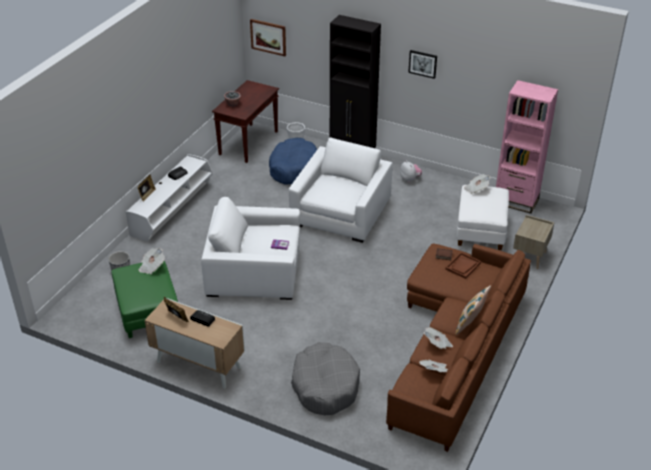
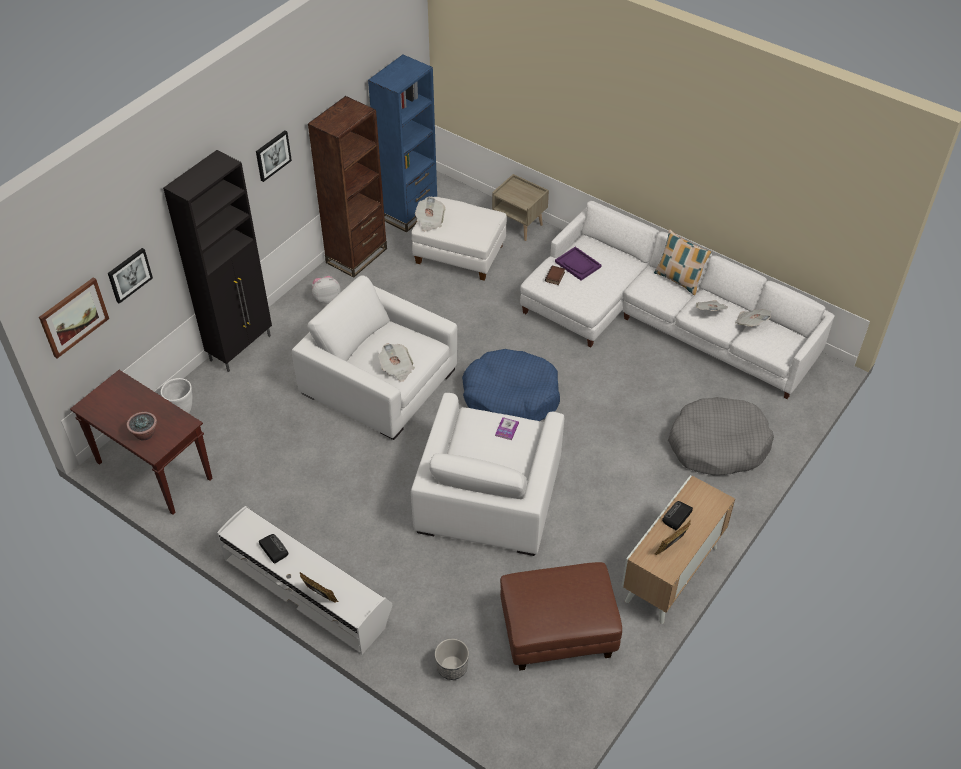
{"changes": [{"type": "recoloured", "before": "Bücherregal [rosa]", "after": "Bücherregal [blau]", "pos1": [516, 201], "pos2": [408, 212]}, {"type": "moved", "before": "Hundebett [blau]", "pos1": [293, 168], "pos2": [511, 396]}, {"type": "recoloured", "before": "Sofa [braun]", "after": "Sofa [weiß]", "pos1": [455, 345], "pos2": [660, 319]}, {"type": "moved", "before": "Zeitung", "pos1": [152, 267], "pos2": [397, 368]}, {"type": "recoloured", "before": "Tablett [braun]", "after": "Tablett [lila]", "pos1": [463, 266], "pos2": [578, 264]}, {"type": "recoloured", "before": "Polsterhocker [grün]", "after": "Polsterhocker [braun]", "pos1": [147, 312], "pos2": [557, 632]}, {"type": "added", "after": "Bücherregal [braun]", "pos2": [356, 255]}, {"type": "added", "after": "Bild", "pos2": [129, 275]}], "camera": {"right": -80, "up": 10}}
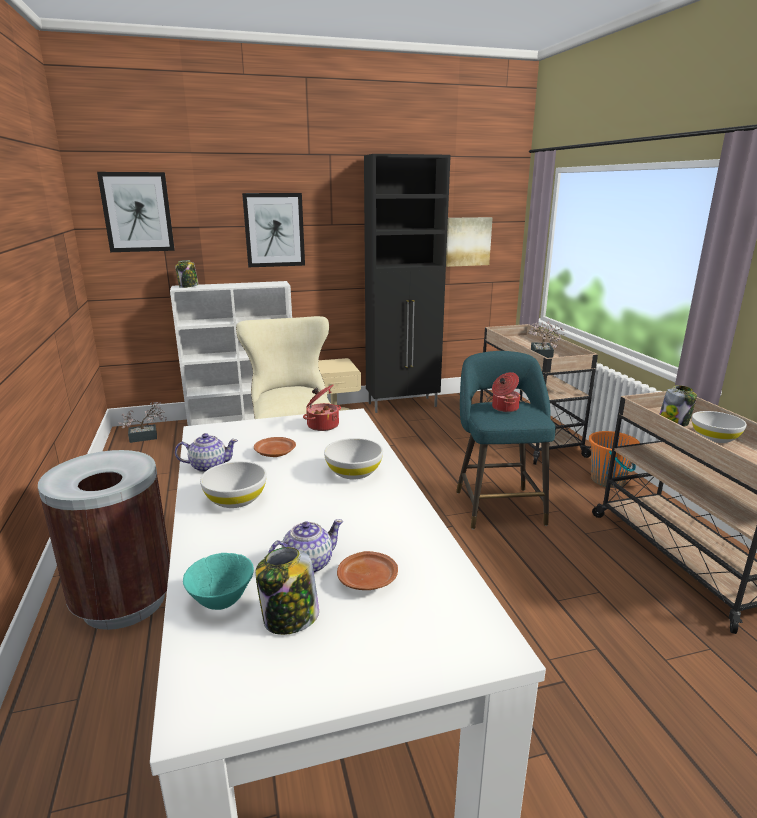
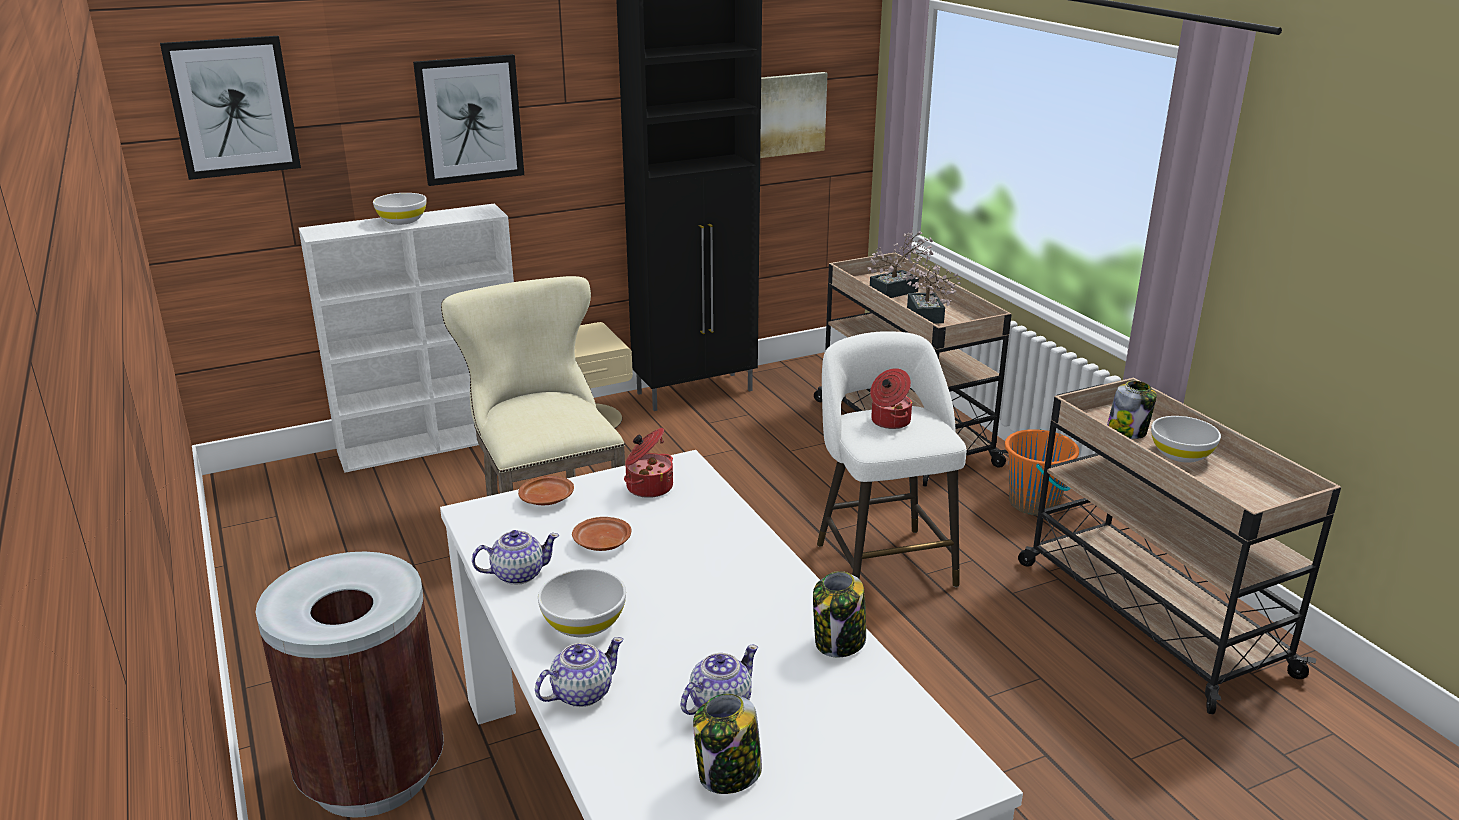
{"changes": [{"type": "moved", "before": "Vorratsglas", "pos1": [188, 286], "pos2": [839, 642]}, {"type": "recoloured", "before": "Hocker [türkis]", "after": "Hocker [weiß]", "pos1": [498, 505], "pos2": [882, 560]}, {"type": "moved", "before": "Topfpflanze", "pos1": [147, 437], "pos2": [898, 290]}, {"type": "moved", "before": "Schüssel [weiß]", "pos1": [353, 472], "pos2": [402, 220]}, {"type": "moved", "before": "Teller [braun]", "pos1": [368, 579], "pos2": [547, 499]}, {"type": "removed", "before": "Schüssel [türkis]", "pos1": [221, 602]}, {"type": "added", "after": "Teekanne", "pos2": [581, 693]}], "camera": {"right": -10, "up": 5}}
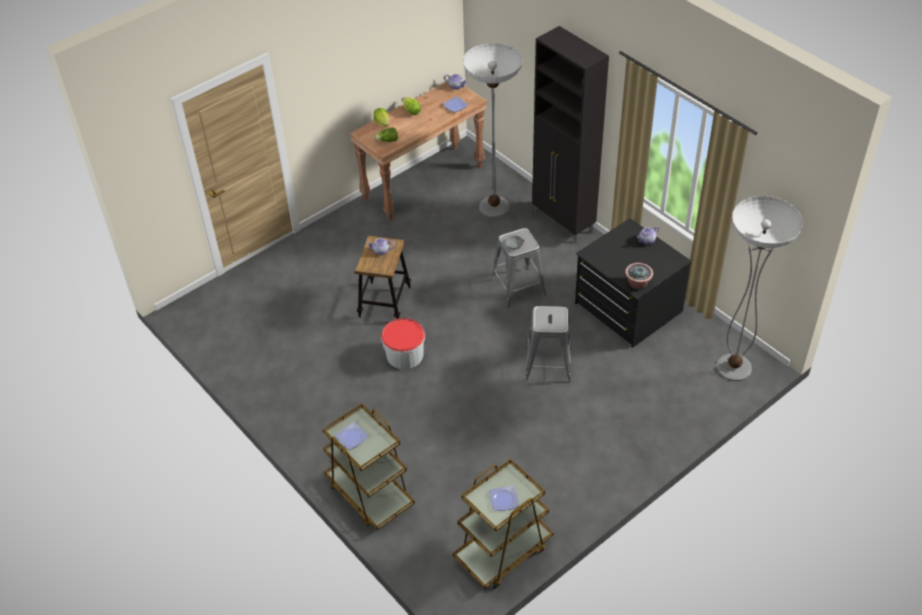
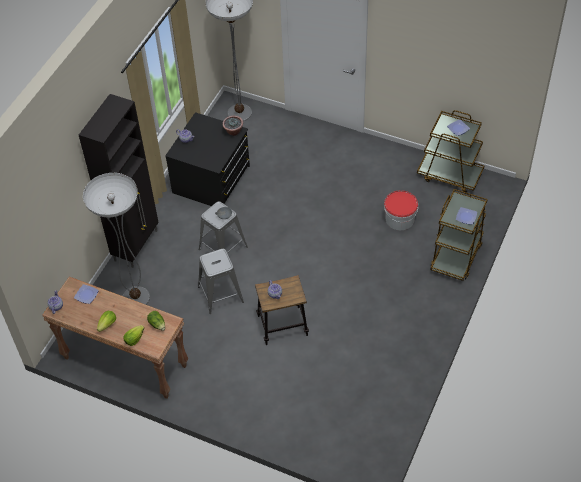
{"changes": [{"type": "moved", "before": "Hocker [grau]", "pos1": [548, 364], "pos2": [220, 294]}, {"type": "moved", "before": "Eimer", "pos1": [405, 355], "pos2": [399, 219]}], "camera": {"right": -115, "up": 5}}
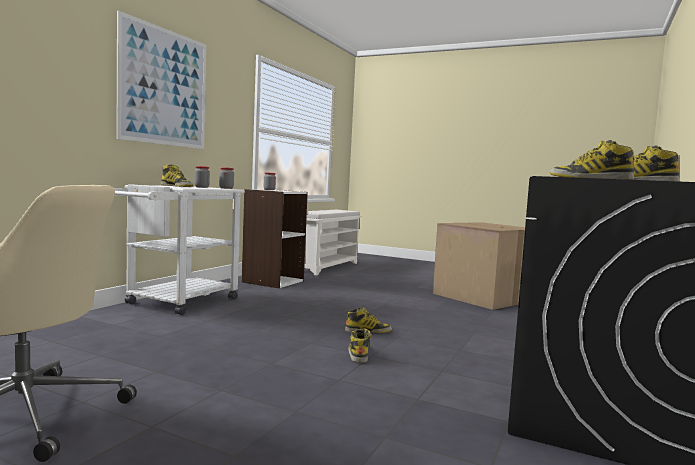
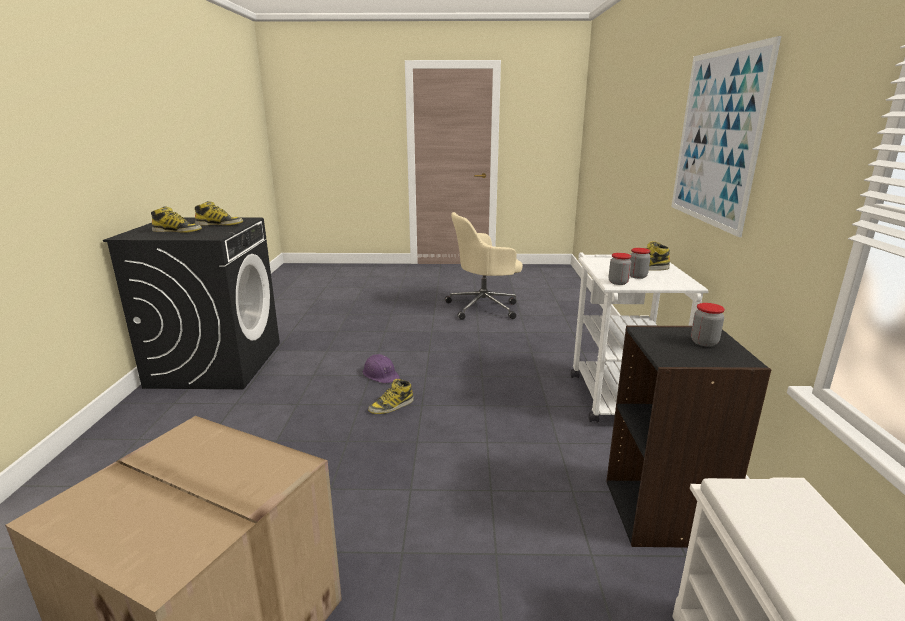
{"changes": [{"type": "recoloured", "before": "Bücherregal [weiß]", "after": "Bücherregal [schwarz]", "pos1": [272, 281], "pos2": [663, 512]}, {"type": "replaced", "before": "Stiefel", "after": "Schutzhelm [lila]", "pos1": [358, 354], "pos2": [381, 374]}], "camera": {"right": 155, "up": 15}}
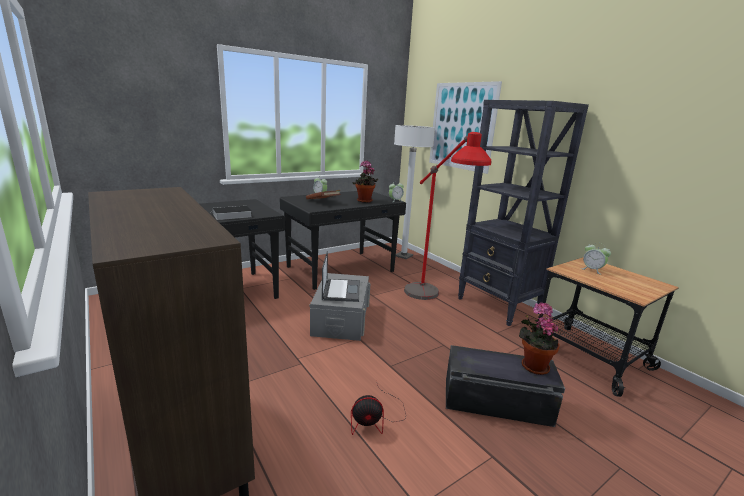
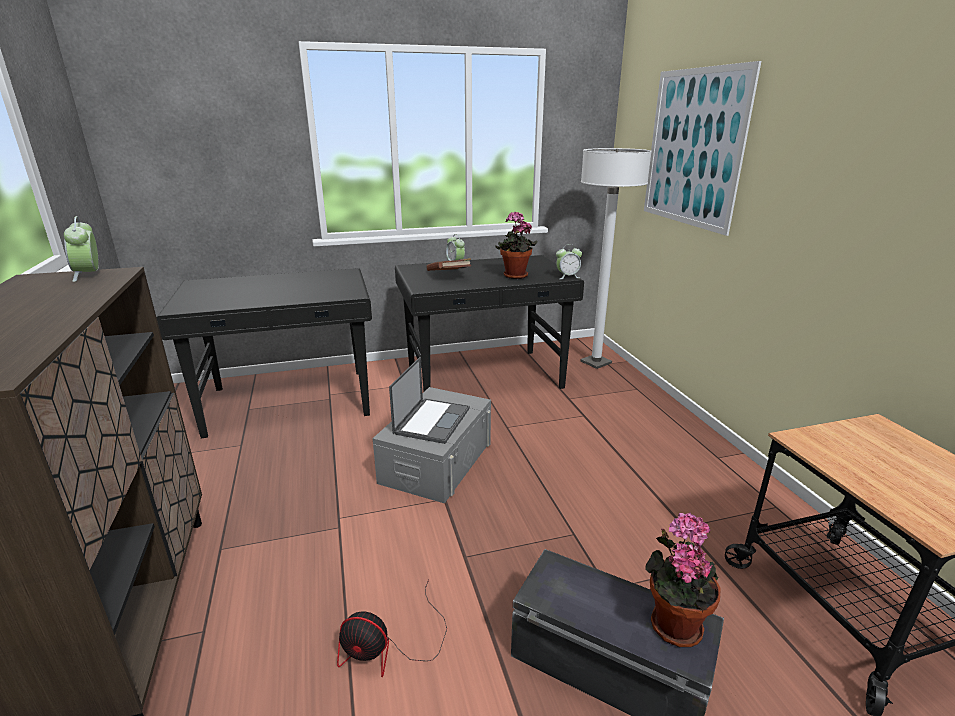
{"changes": [{"type": "removed", "before": "Bücherregal [schwarz]", "pos1": [498, 306]}, {"type": "removed", "before": "Stehlampe [rot]", "pos1": [431, 303]}, {"type": "removed", "before": "Buch", "pos1": [231, 215]}, {"type": "moved", "before": "Wecker", "pos1": [592, 270], "pos2": [89, 275]}], "camera": {"right": 20, "up": 5}}
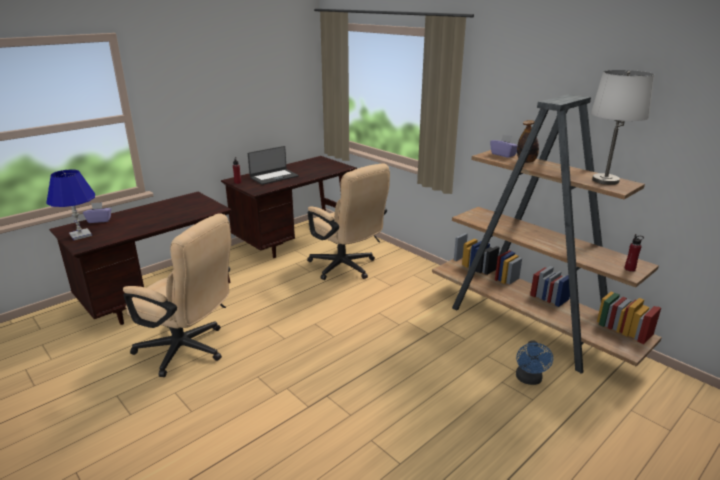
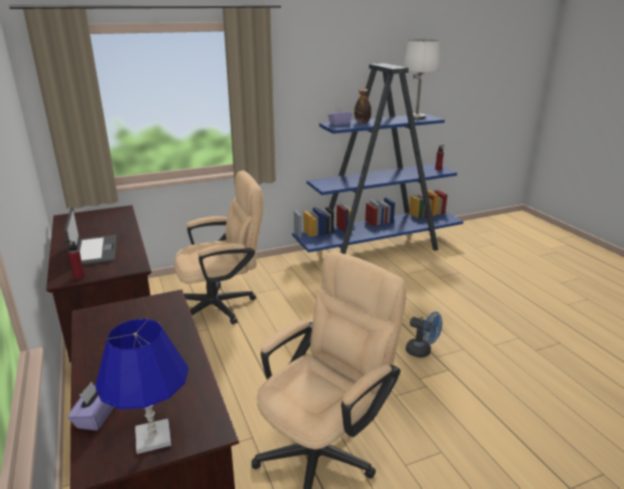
{"changes": [{"type": "recoloured", "before": "Bücherregal [braun]", "after": "Bücherregal [blau]", "pos1": [530, 326], "pos2": [378, 249]}, {"type": "moved", "before": "Ventilator [blau]", "pos1": [529, 380], "pos2": [422, 351]}], "camera": {"right": -70, "up": 0}}
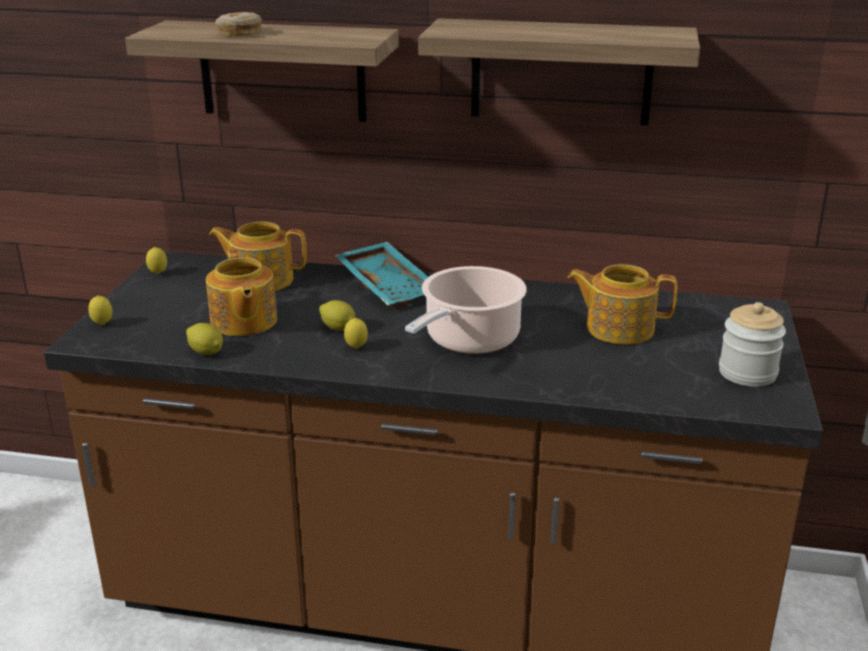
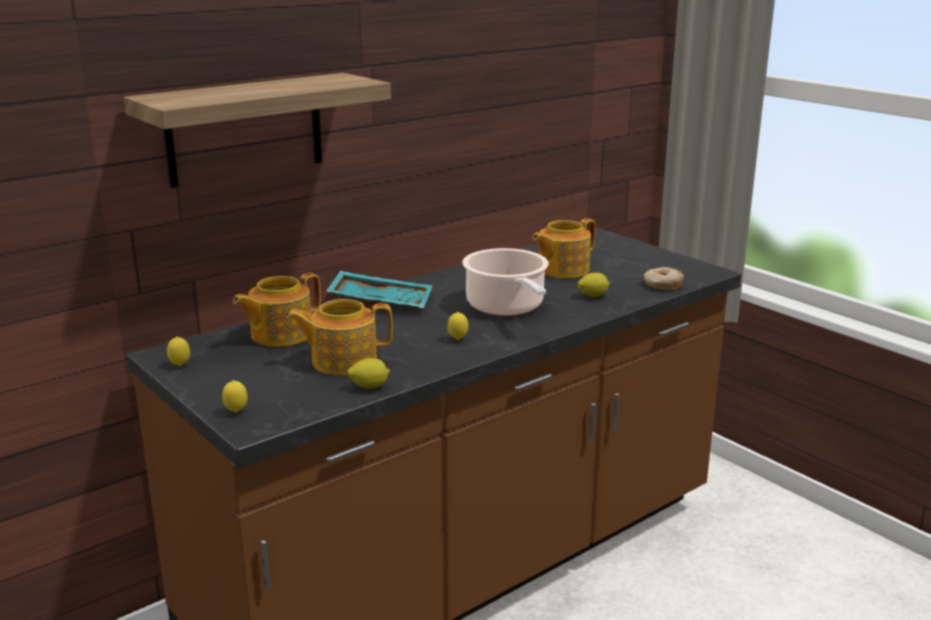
{"changes": [{"type": "moved", "before": "Donut", "pos1": [239, 33], "pos2": [662, 285]}, {"type": "removed", "before": "Wandregal", "pos1": [561, 72]}, {"type": "turned", "before": "Teekanne", "pos1": [243, 322], "pos2": [342, 361], "turn": 150}, {"type": "moved", "before": "Zitrone", "pos1": [338, 328], "pos2": [592, 296]}, {"type": "removed", "before": "Vorratsglas", "pos1": [747, 373]}], "camera": {"right": -50, "up": -5}}
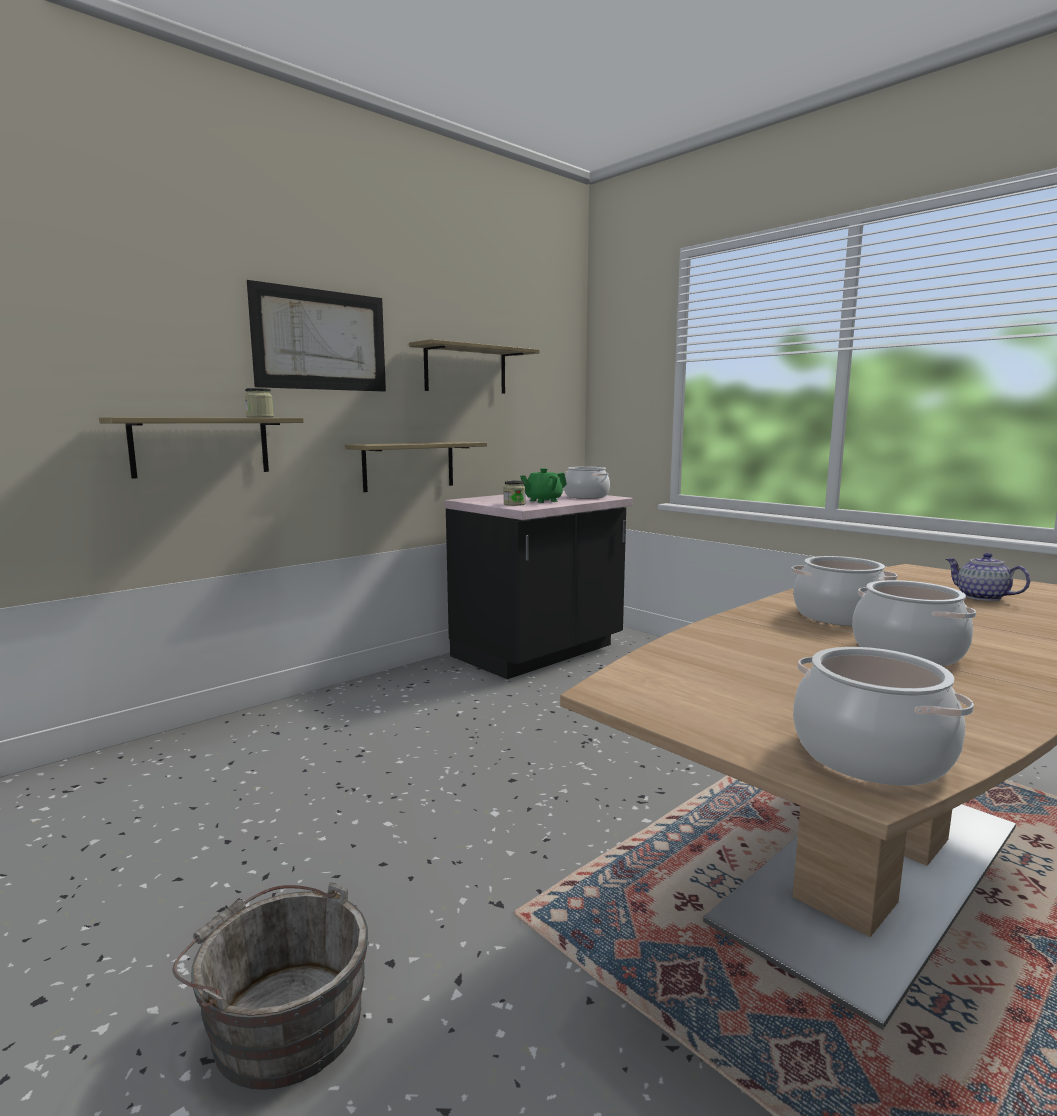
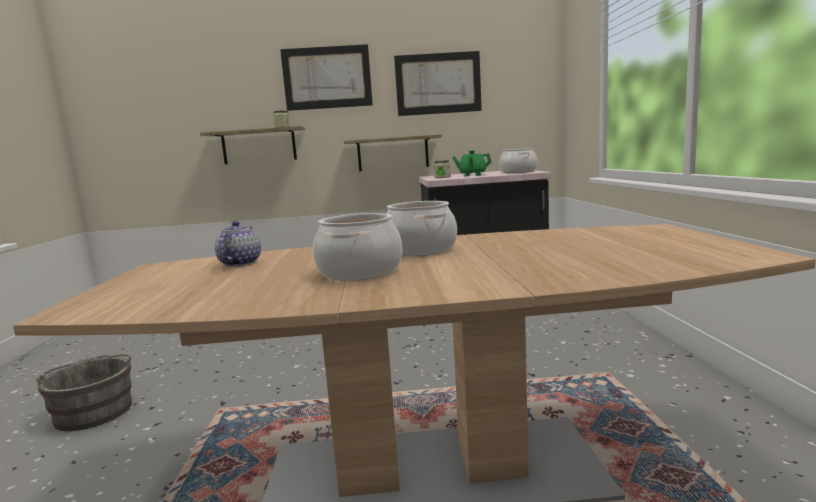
{"changes": [{"type": "replaced", "before": "Wandregal", "after": "Bild", "pos1": [466, 370], "pos2": [438, 83]}, {"type": "moved", "before": "Teekanne", "pos1": [981, 597], "pos2": [239, 263]}, {"type": "removed", "before": "Kochtopf", "pos1": [872, 755]}], "camera": {"right": 40, "up": 0}}
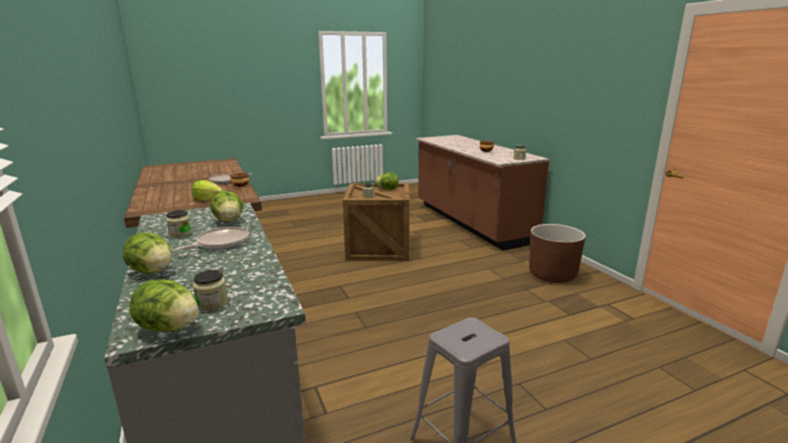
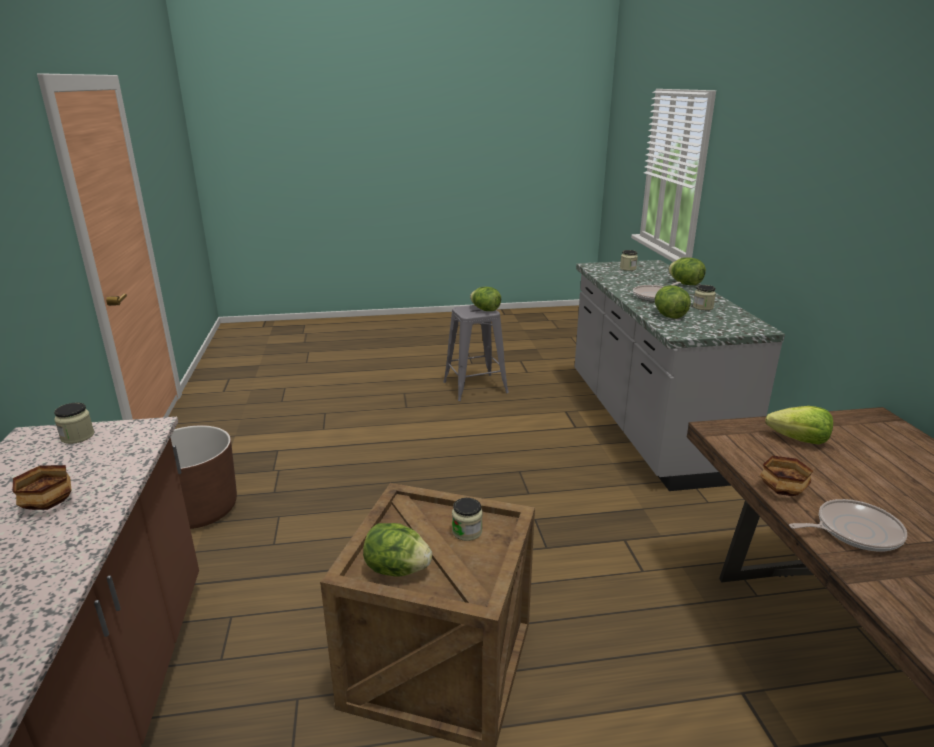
{"changes": [{"type": "moved", "before": "Salatkopf", "pos1": [169, 328], "pos2": [485, 310]}], "camera": {"right": -165, "up": 5}}
